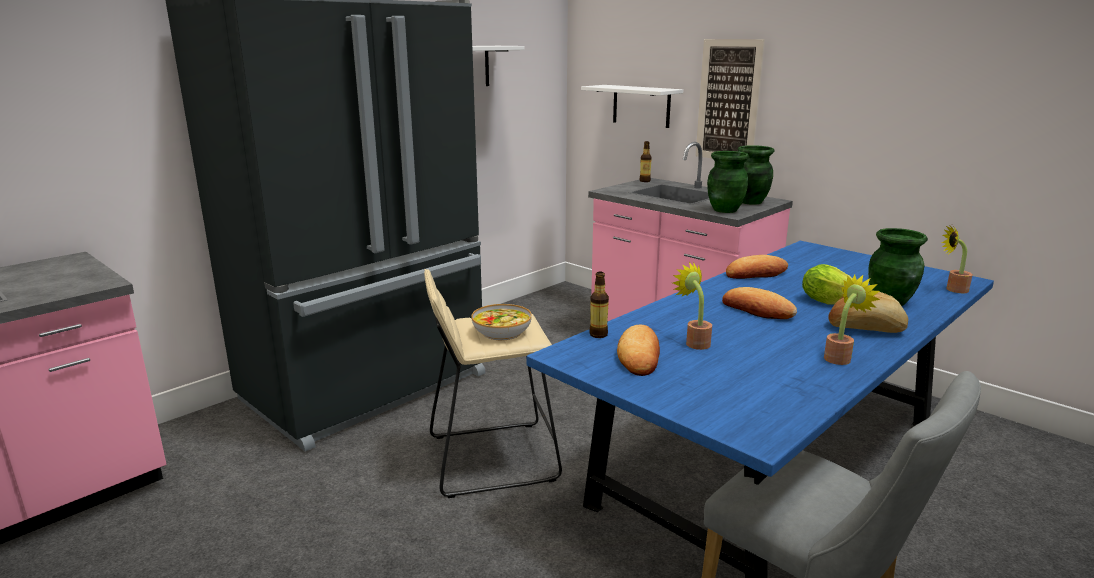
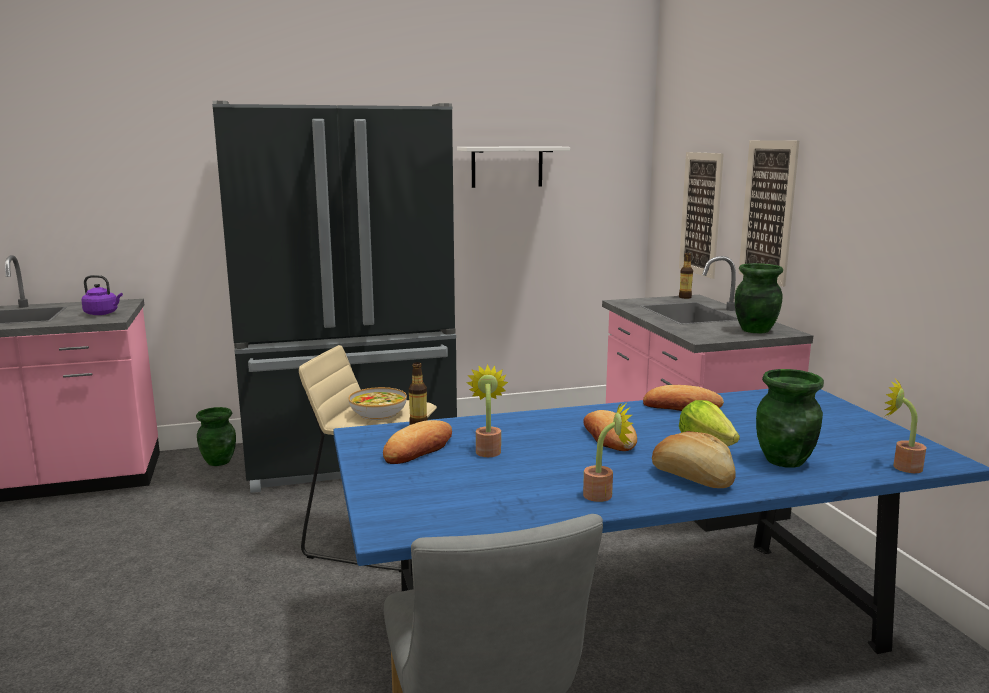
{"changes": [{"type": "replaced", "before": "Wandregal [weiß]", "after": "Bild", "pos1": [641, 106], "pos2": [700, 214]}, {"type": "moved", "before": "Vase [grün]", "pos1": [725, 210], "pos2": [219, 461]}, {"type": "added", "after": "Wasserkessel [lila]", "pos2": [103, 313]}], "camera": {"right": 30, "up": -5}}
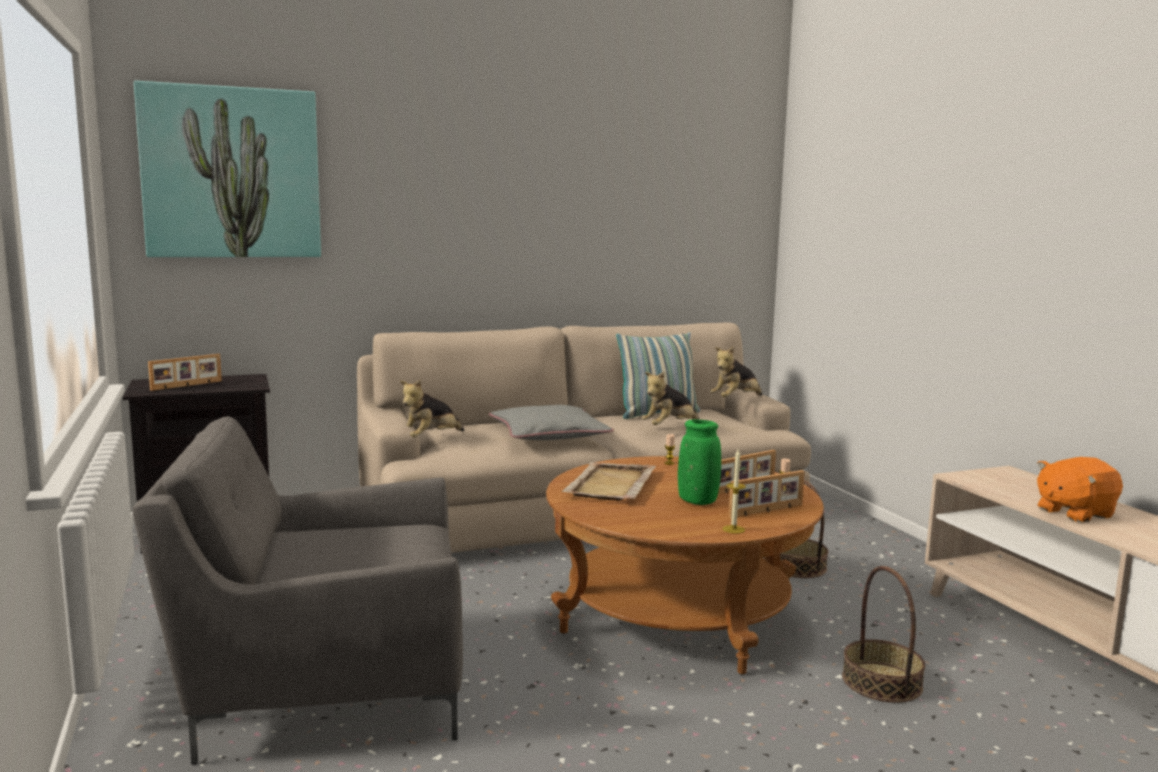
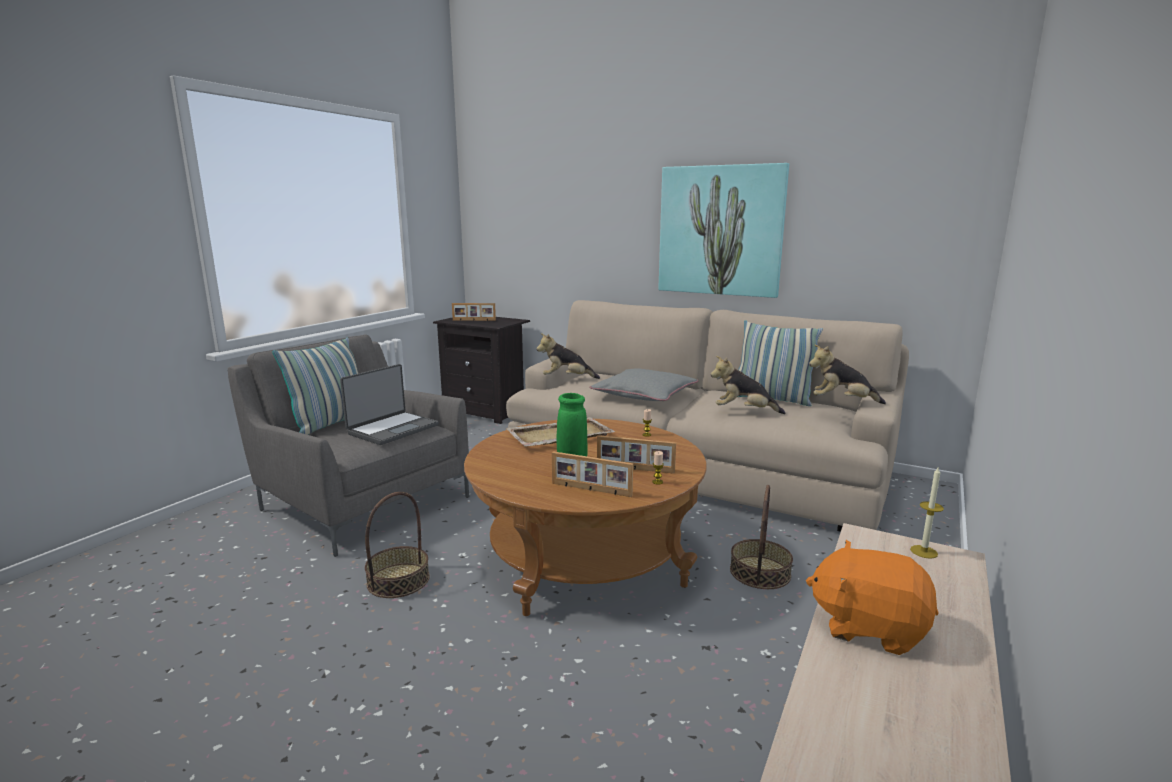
{"changes": [{"type": "moved", "before": "Bild", "pos1": [232, 173], "pos2": [720, 231]}, {"type": "moved", "before": "Kerze", "pos1": [733, 529], "pos2": [923, 551]}, {"type": "moved", "before": "Korb", "pos1": [882, 682], "pos2": [398, 580]}, {"type": "added", "after": "Kissen", "pos2": [331, 424]}, {"type": "added", "after": "Laptop", "pos2": [392, 429]}], "camera": {"right": 50, "up": 5}}
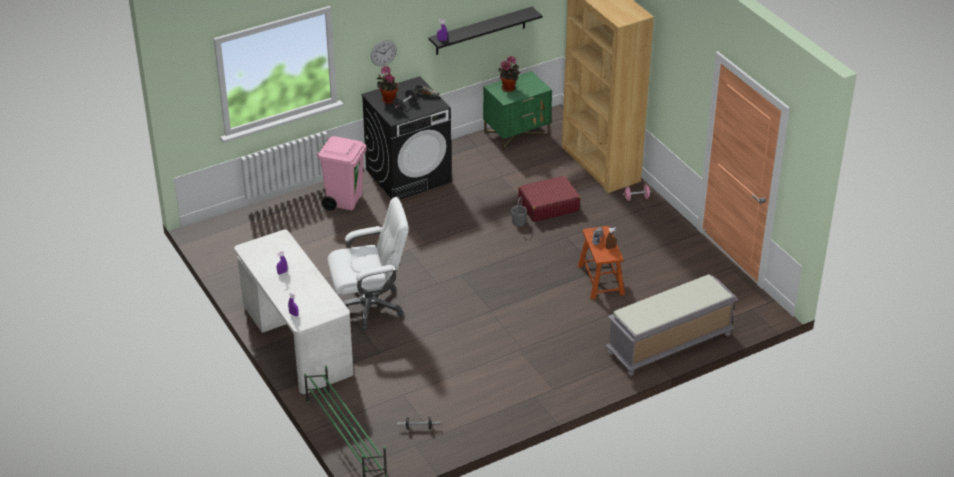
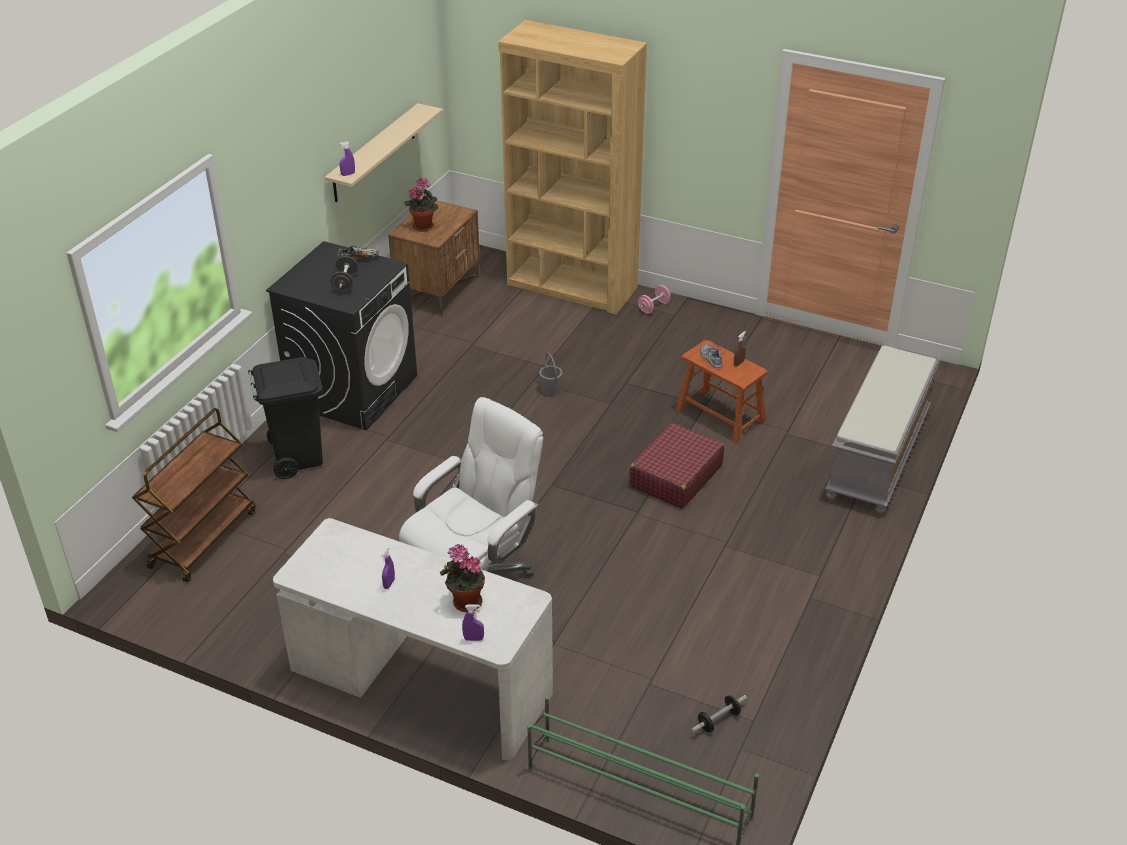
{"changes": [{"type": "recoloured", "before": "Wandregal [schwarz]", "after": "Wandregal [beige]", "pos1": [480, 31], "pos2": [374, 153]}, {"type": "removed", "before": "Wanduhr", "pos1": [383, 53]}, {"type": "moved", "before": "Topfpflanze", "pos1": [388, 99], "pos2": [464, 602]}, {"type": "recoloured", "before": "Nachttisch [grün]", "after": "Nachttisch [braun]", "pos1": [517, 134], "pos2": [438, 289]}, {"type": "recoloured", "before": "Mülleimer [rosa]", "after": "Mülleimer [schwarz]", "pos1": [344, 200], "pos2": [297, 457]}, {"type": "moved", "before": "Koffer [rot]", "pos1": [548, 206], "pos2": [675, 476]}, {"type": "added", "after": "Rollwagen [braun]", "pos2": [203, 538]}], "camera": {"right": -35, "up": 0}}
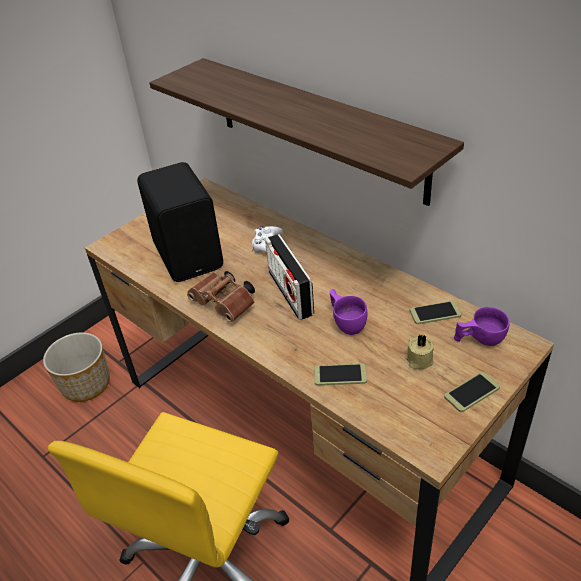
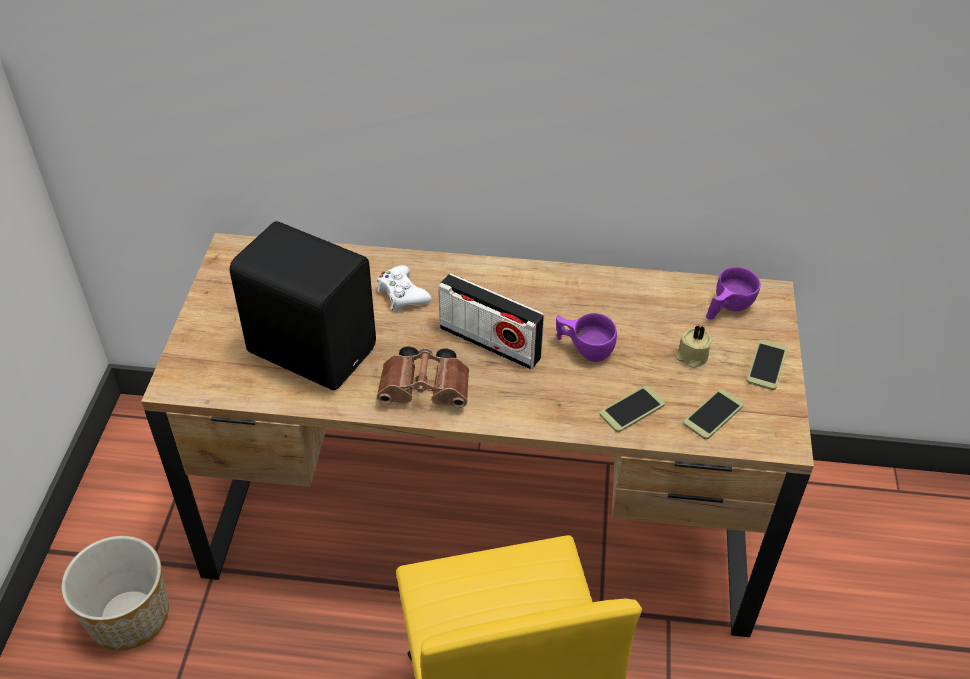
{"changes": [{"type": "removed", "before": "Wandregal", "pos1": [316, 128]}, {"type": "moved", "before": "Handy", "pos1": [435, 313], "pos2": [713, 415]}], "camera": {"right": -40, "up": 5}}
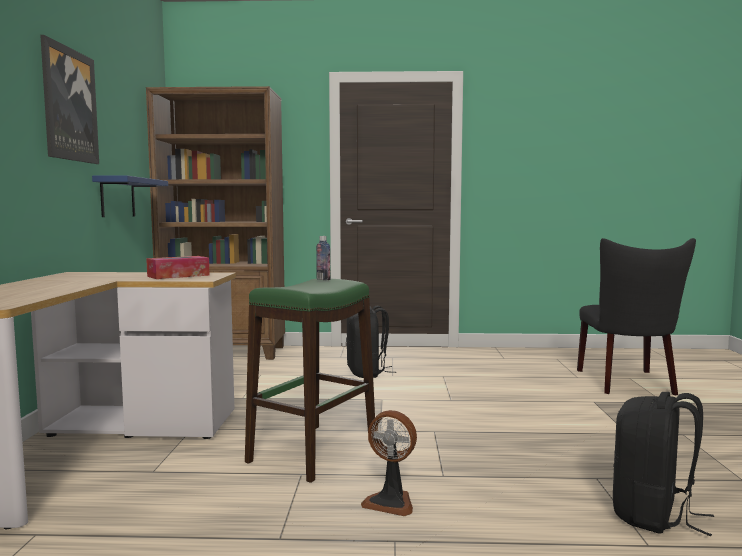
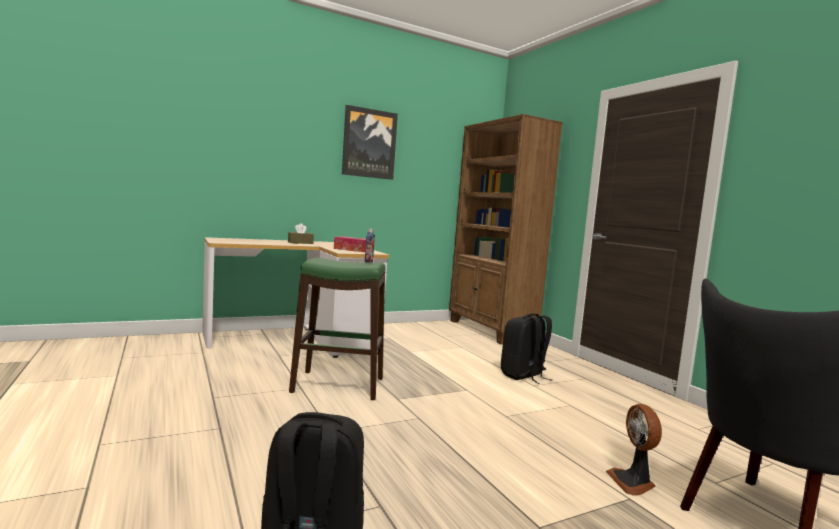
{"changes": [{"type": "removed", "before": "Wandregal [blau]", "pos1": [117, 197]}, {"type": "moved", "before": "Ventilator", "pos1": [391, 502], "pos2": [633, 482]}, {"type": "added", "after": "Taschentuchbox [braun]", "pos2": [300, 243]}], "camera": {"right": 60, "up": 0}}
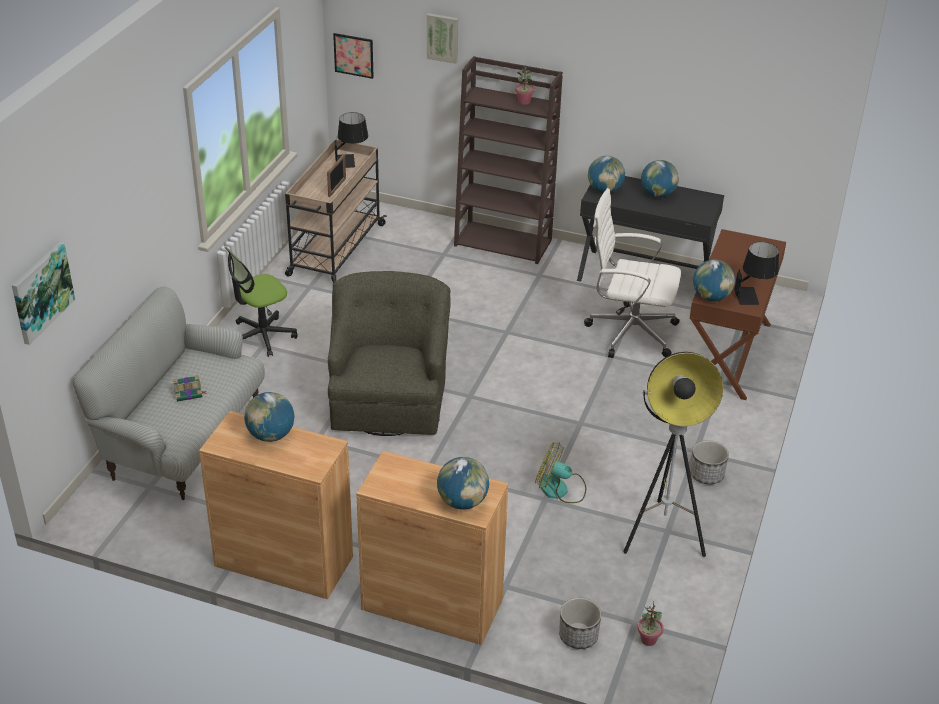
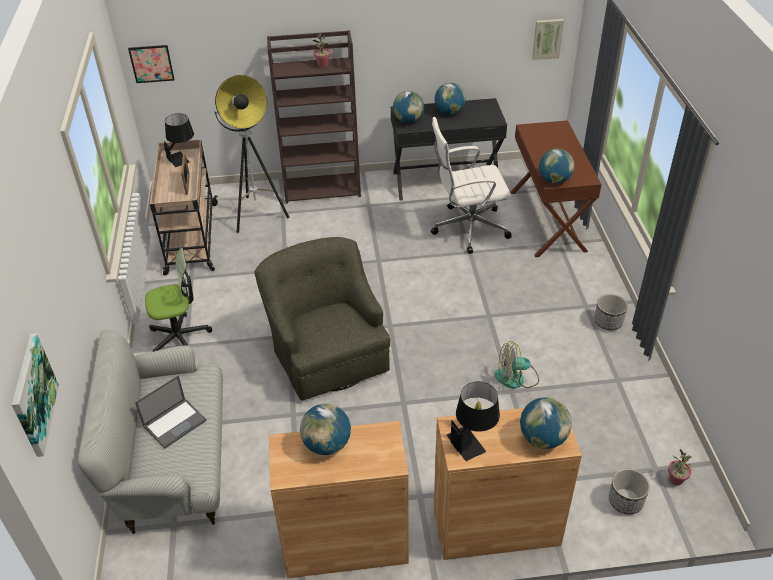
{"changes": [{"type": "moved", "before": "Bild", "pos1": [443, 37], "pos2": [547, 38]}, {"type": "moved", "before": "Tischlampe [schwarz]", "pos1": [753, 295], "pos2": [473, 439]}, {"type": "turned", "before": "Bürostuhl", "pos1": [262, 336], "pos2": [180, 337], "turn": -135}, {"type": "moved", "before": "Stehlampe", "pos1": [662, 534], "pos2": [257, 214]}, {"type": "replaced", "before": "Buch", "after": "Laptop", "pos1": [189, 393], "pos2": [175, 422]}], "camera": {"right": -25, "up": 5}}
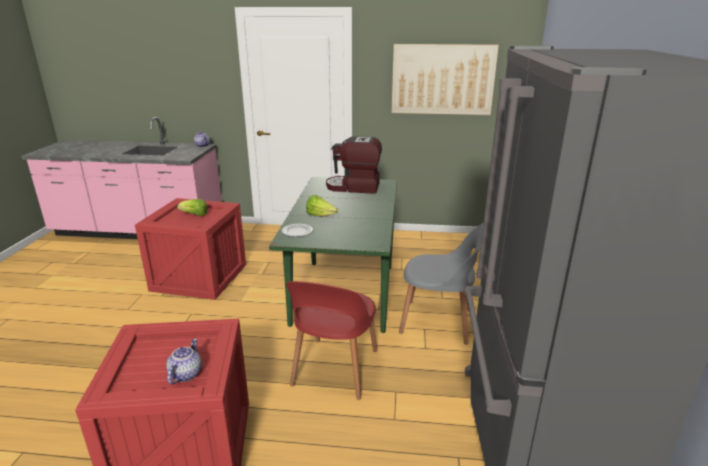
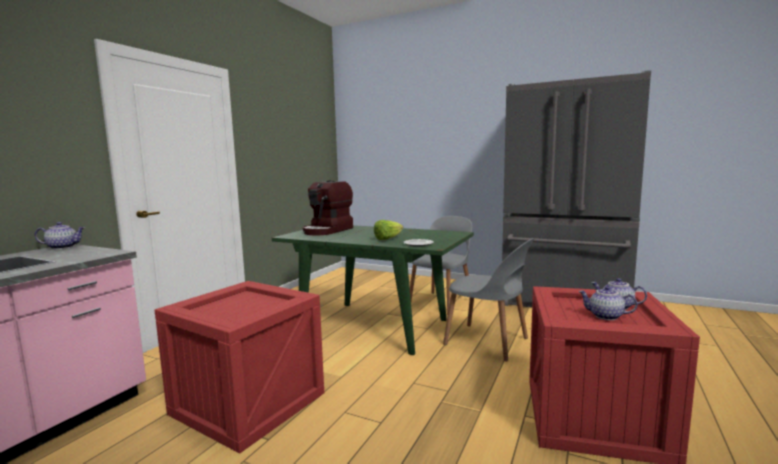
{"changes": [{"type": "removed", "before": "Bild", "pos1": [442, 79]}, {"type": "removed", "before": "Salatkopf", "pos1": [194, 215]}, {"type": "recoloured", "before": "Stuhl [rot]", "after": "Stuhl [grau]", "pos1": [334, 369], "pos2": [488, 342]}, {"type": "added", "after": "Teekanne", "pos2": [605, 316]}], "camera": {"right": -70, "up": -15}}
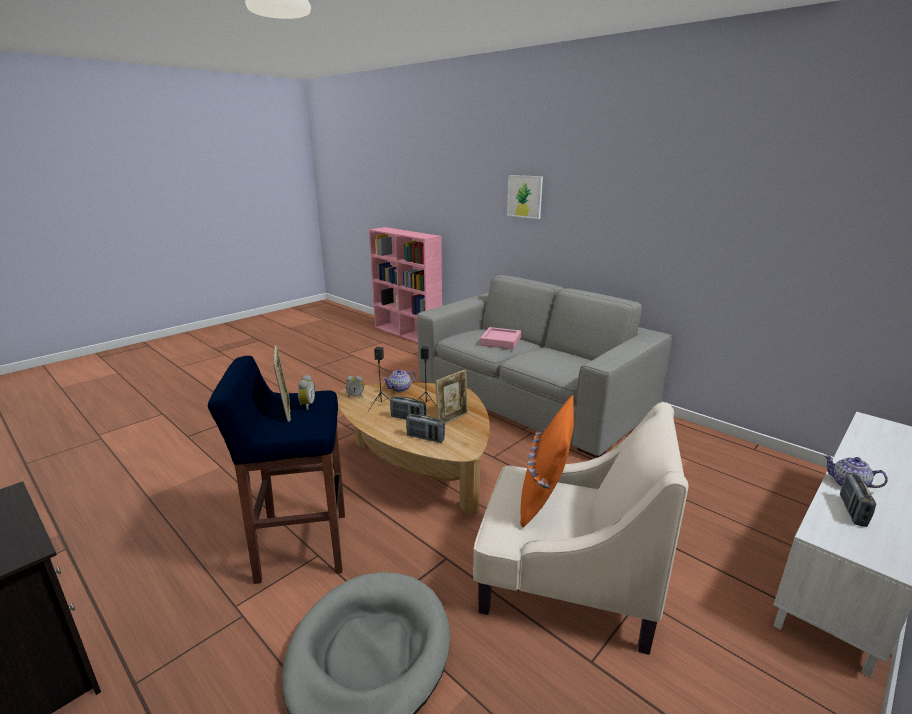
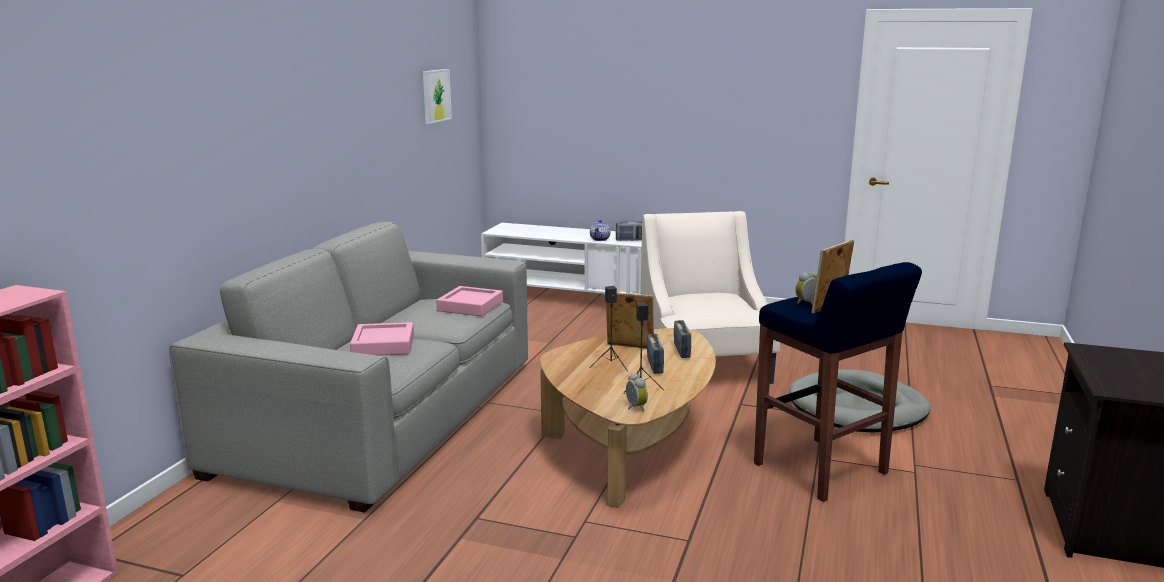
{"changes": [{"type": "moved", "before": "Bild", "pos1": [524, 196], "pos2": [436, 95]}, {"type": "removed", "before": "Teekanne", "pos1": [400, 389]}, {"type": "removed", "before": "Kissen [orange]", "pos1": [545, 498]}, {"type": "added", "after": "Tablett [rosa]", "pos2": [470, 306]}], "camera": {"right": -115, "up": -5}}
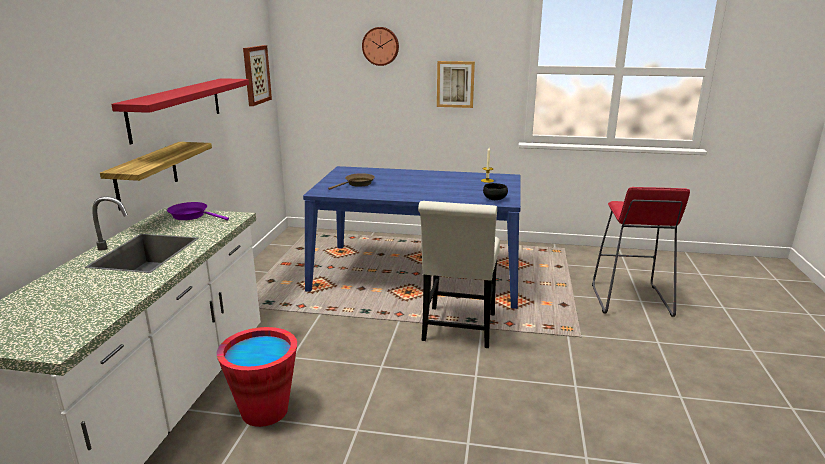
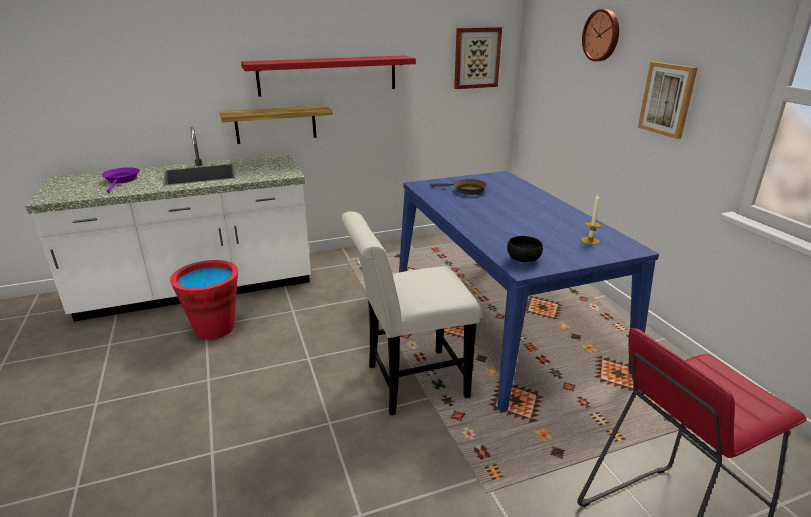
{"changes": [{"type": "moved", "before": "Pfanne [lila]", "pos1": [192, 216], "pos2": [121, 180]}], "camera": {"right": 60, "up": 5}}
